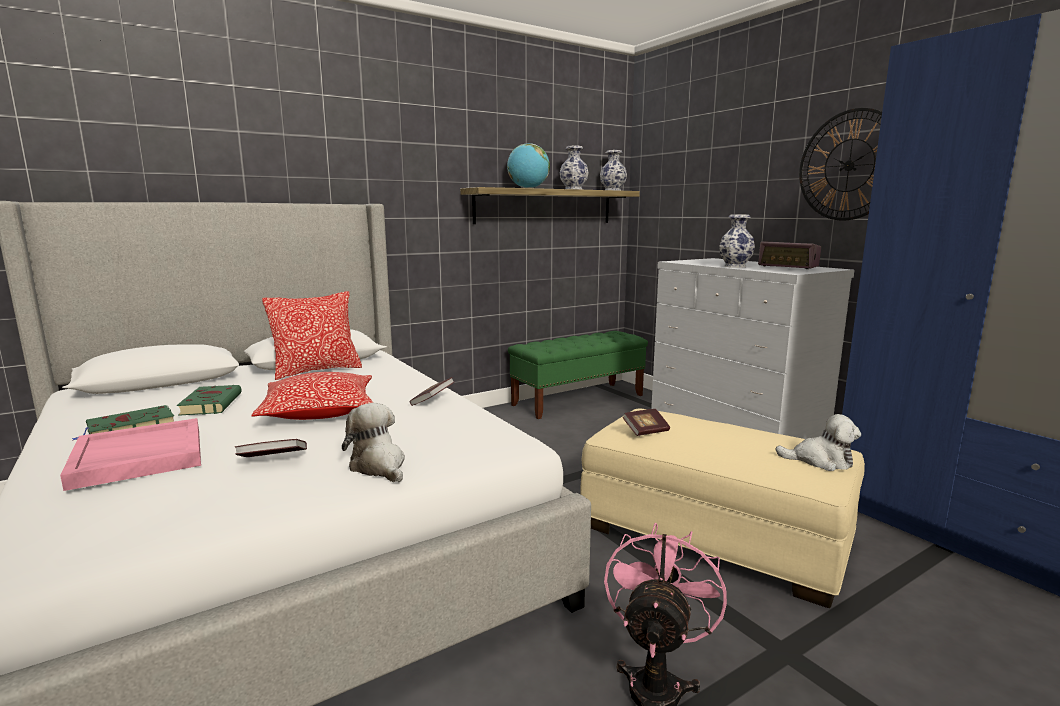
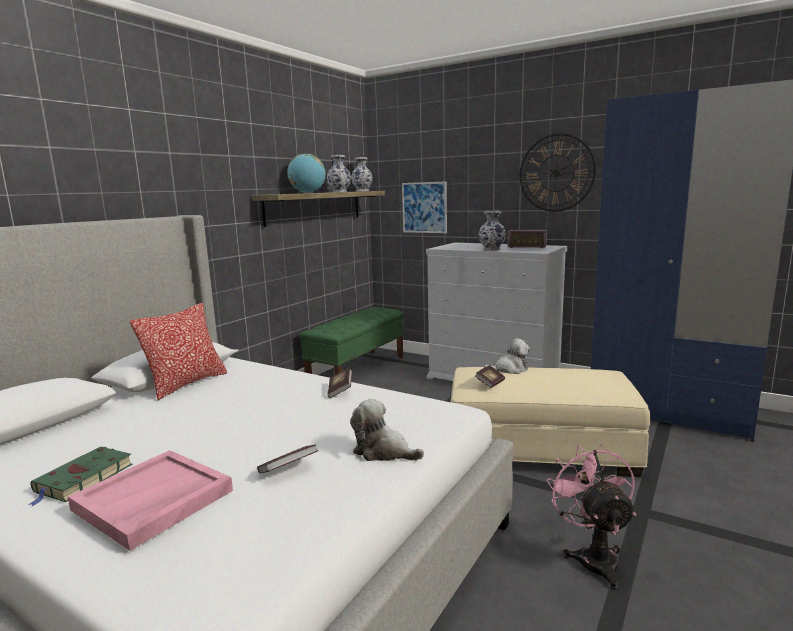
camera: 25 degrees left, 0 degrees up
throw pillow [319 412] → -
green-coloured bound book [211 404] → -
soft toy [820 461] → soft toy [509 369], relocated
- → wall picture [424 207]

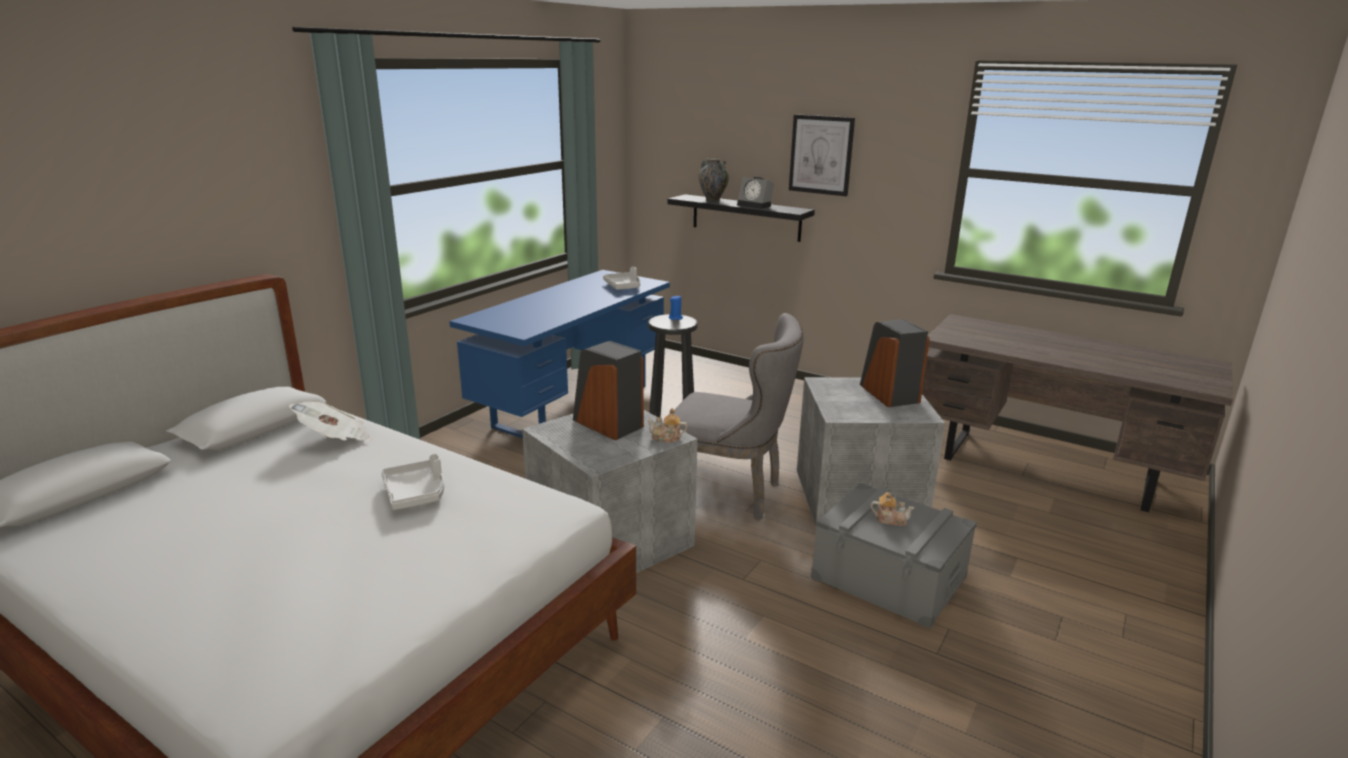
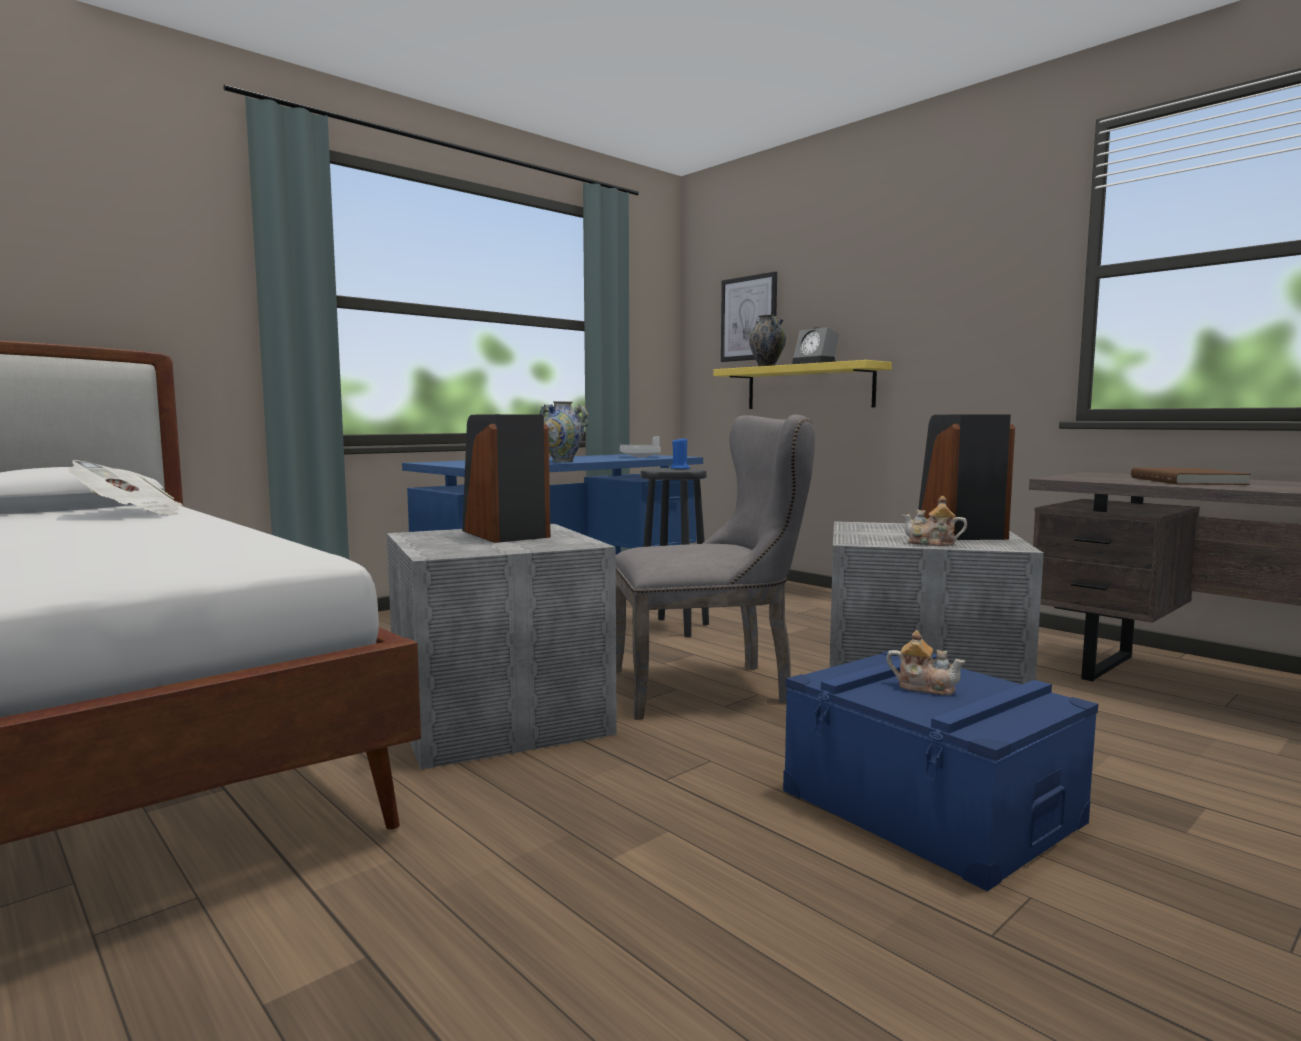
camera: 15 degrees right, 15 degrees down
wall picture [821 155] → wall picture [749 318], relocated
black wall shelf [746 217] → yellow wall shelf [808 387]
greyish plain chair [729 493] → greyish plain chair [711 687], 45 degrees counterclockwise
tea pot [666 438] → tea pot [932 543], relocated
greyish carrying tray [416 493] → -
greyish storage bin [889 577] → bluish storage bin [930 806]
- → flower vase [563 462]
- → brownish bound book [1189 481]

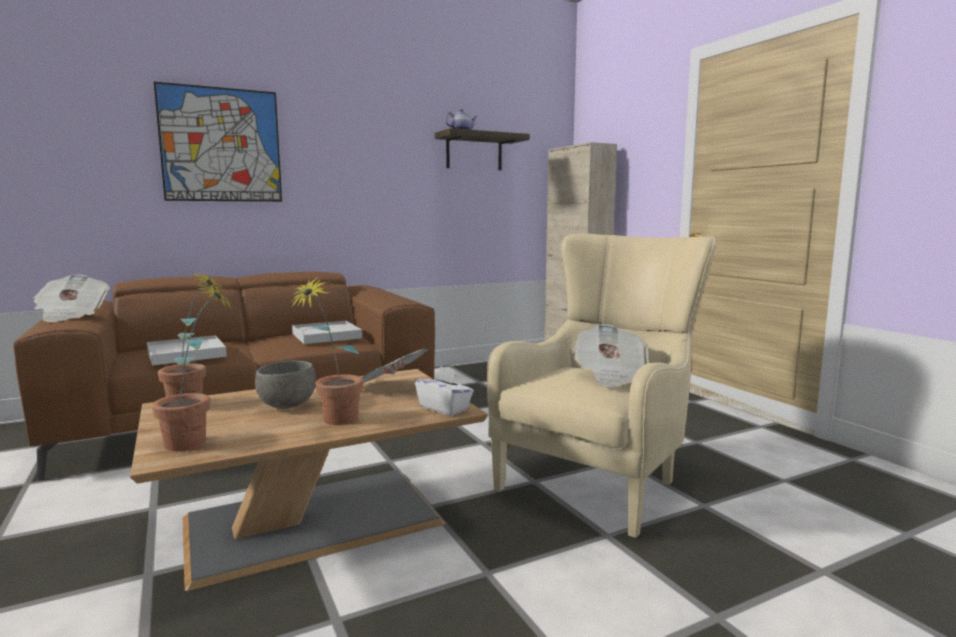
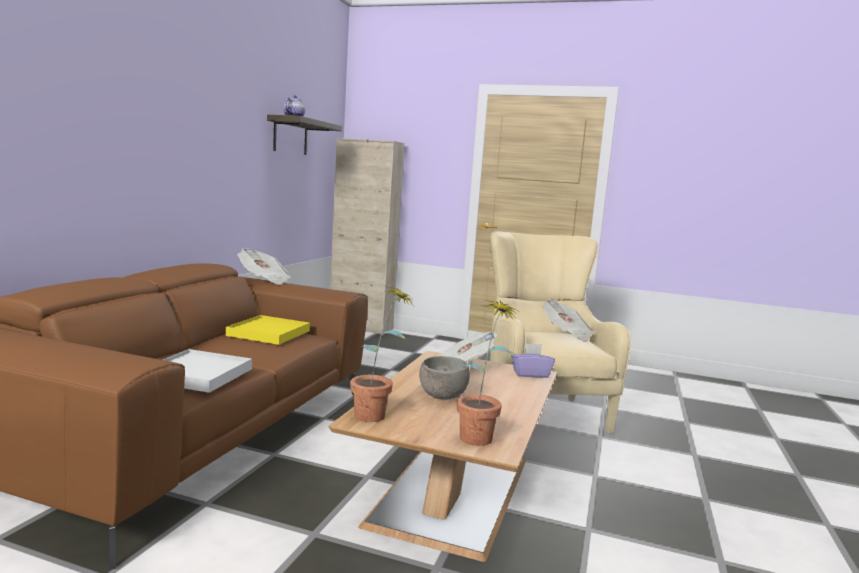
camera: 45 degrees left, 0 degrees up
wall picture [221 145] → -
printed paper [72 316] → printed paper [264 280], relocated
houseplant [332 422] → -
white carrying tray [326 336] → yellow carrying tray [269 333]
white box of tissues [444 408] → purple-coloured box of tissues [530 374]

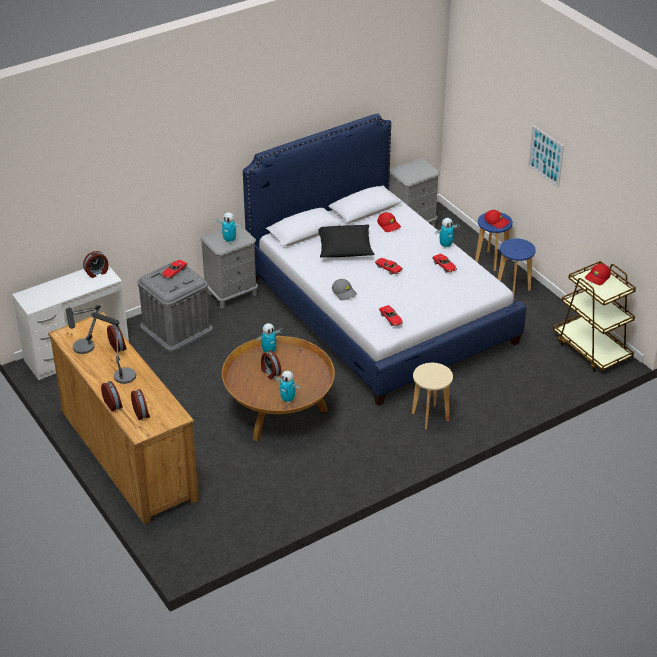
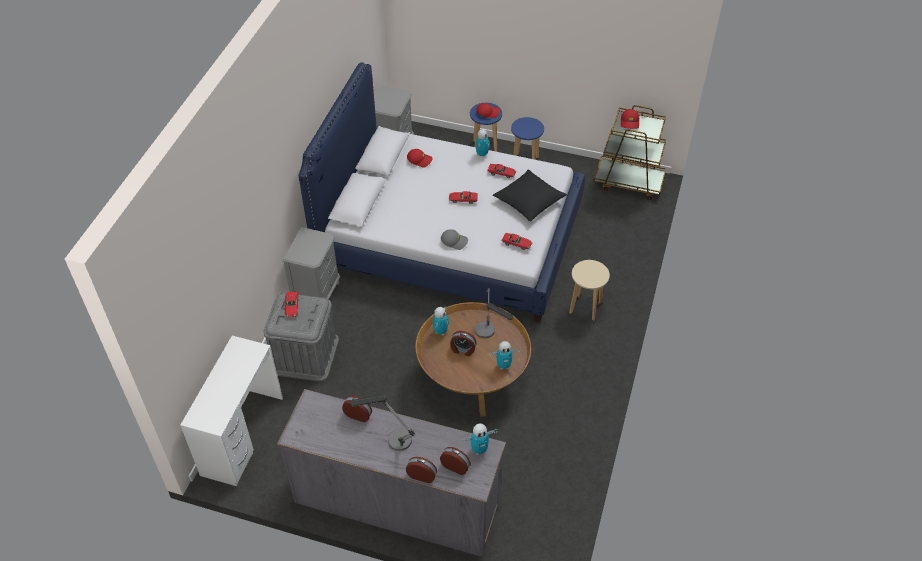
camera: 40 degrees left, 10 degrees up
wall picture [546 156] → -
toy robot [229 240] → toy robot [479 449], relocated
black throw pillow [344 247] → black throw pillow [529 201], relocated
bedside clock [97 272] → -
tabletop lamp [83 351] → tabletop lamp [489 333], relocated
brownish drawer chest [128 454] → greyish drawer chest [397 502]

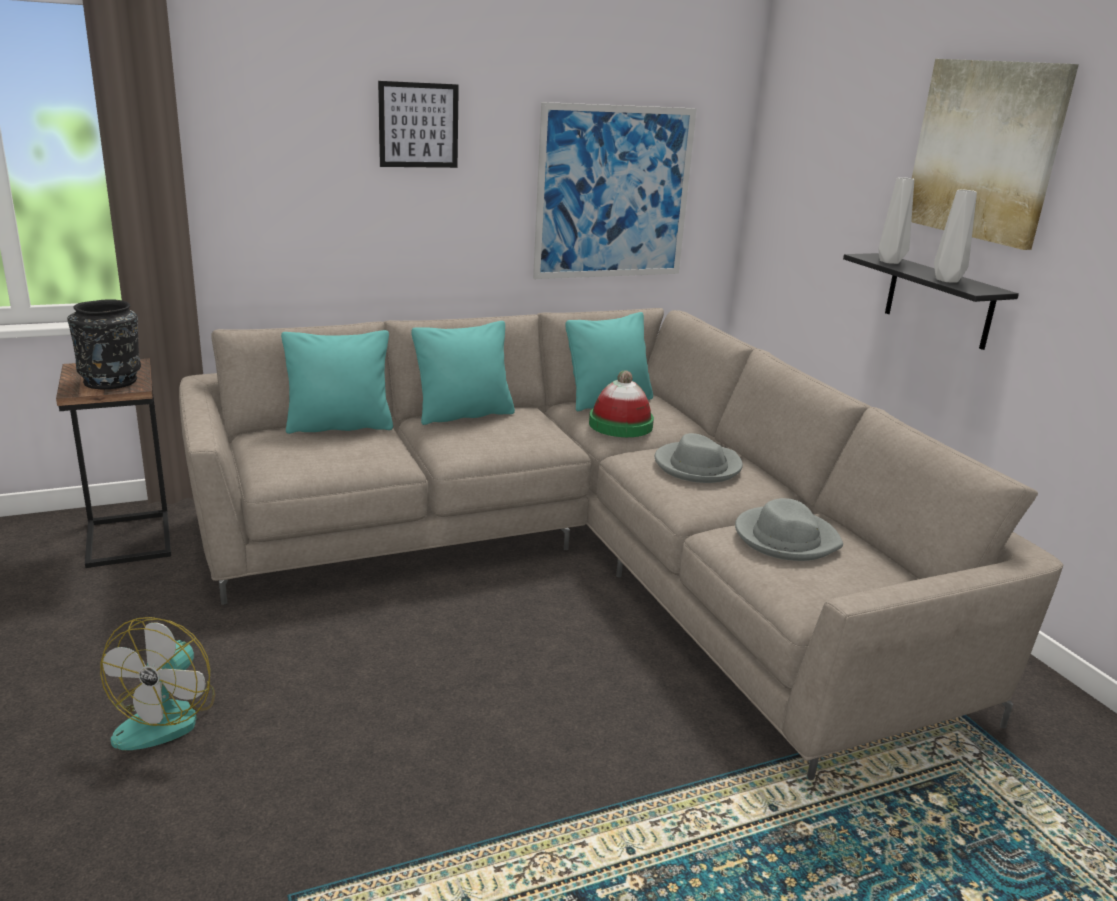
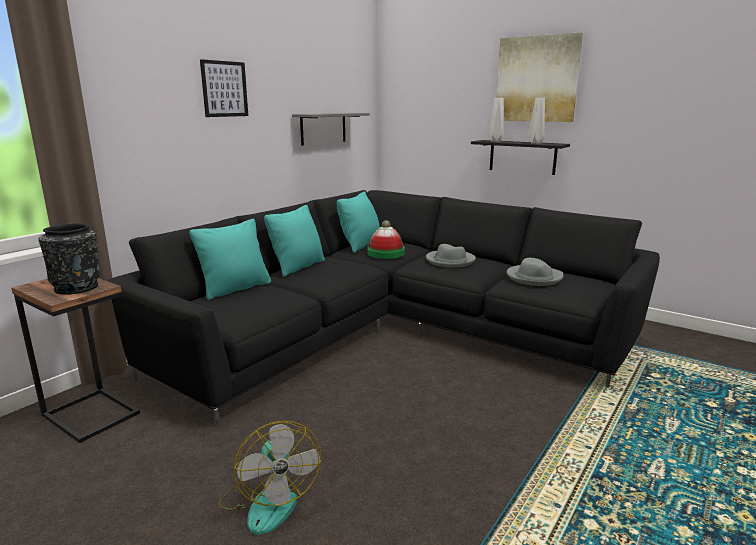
camera: 30 degrees left, 5 degrees down
wall picture [614 193] → greyish wall shelf [323 128]
beige couch [581 557] → black couch [391 333]

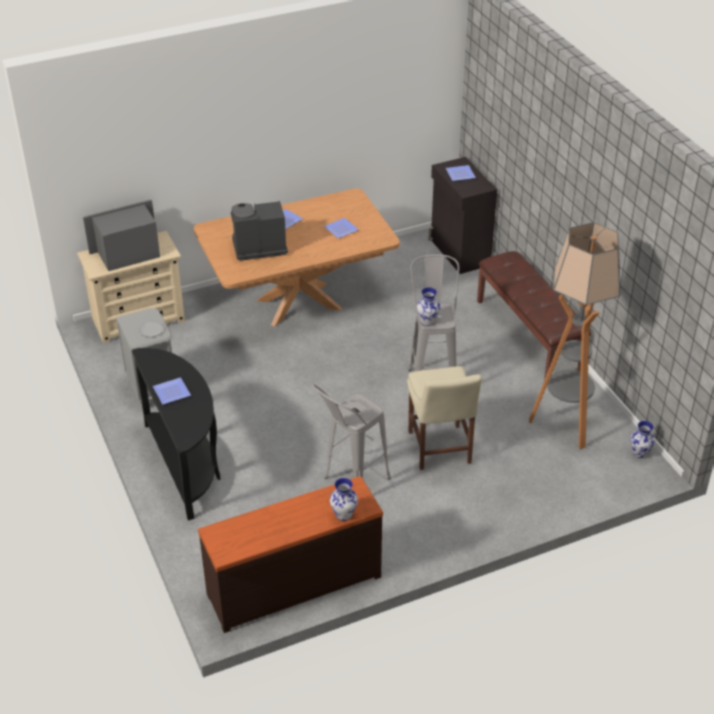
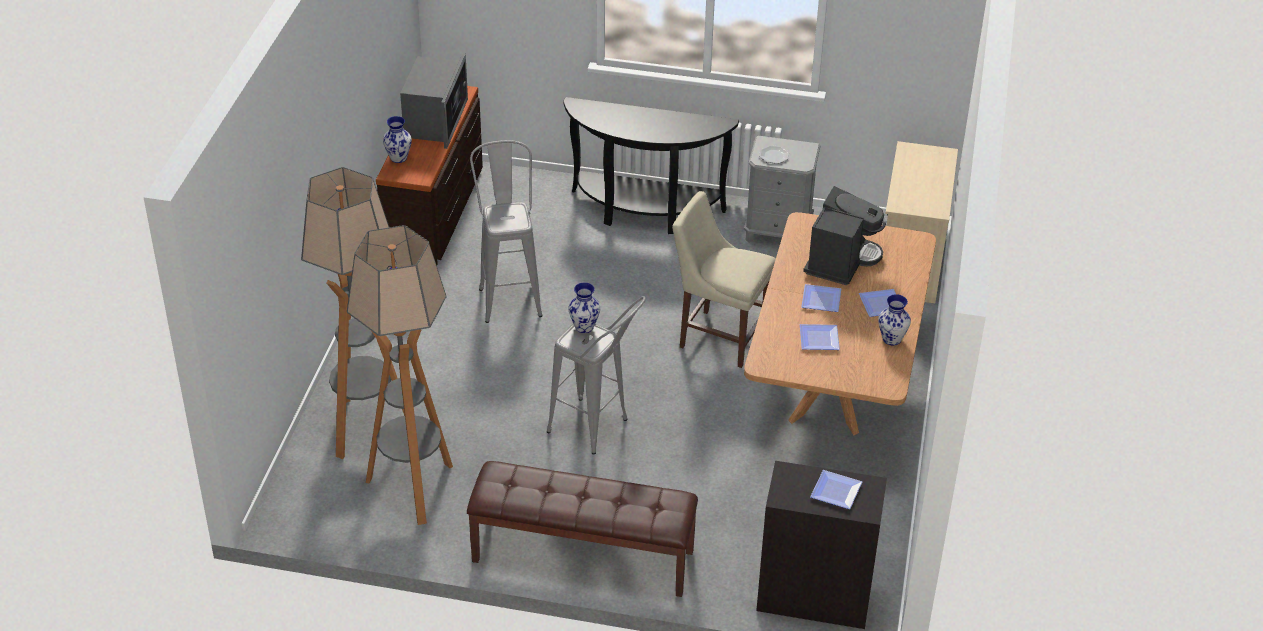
camera: 125 degrees right, 0 degrees up
microwave [128 253] → microwave [435 120], relocated
beige plain chair [439 450] → beige plain chair [718 336], relocated
flat dish [173 392] → flat dish [819 300], relocated
flower vase [640 453] → flower vase [891 339], relocated
- → floor lamp [366 428]

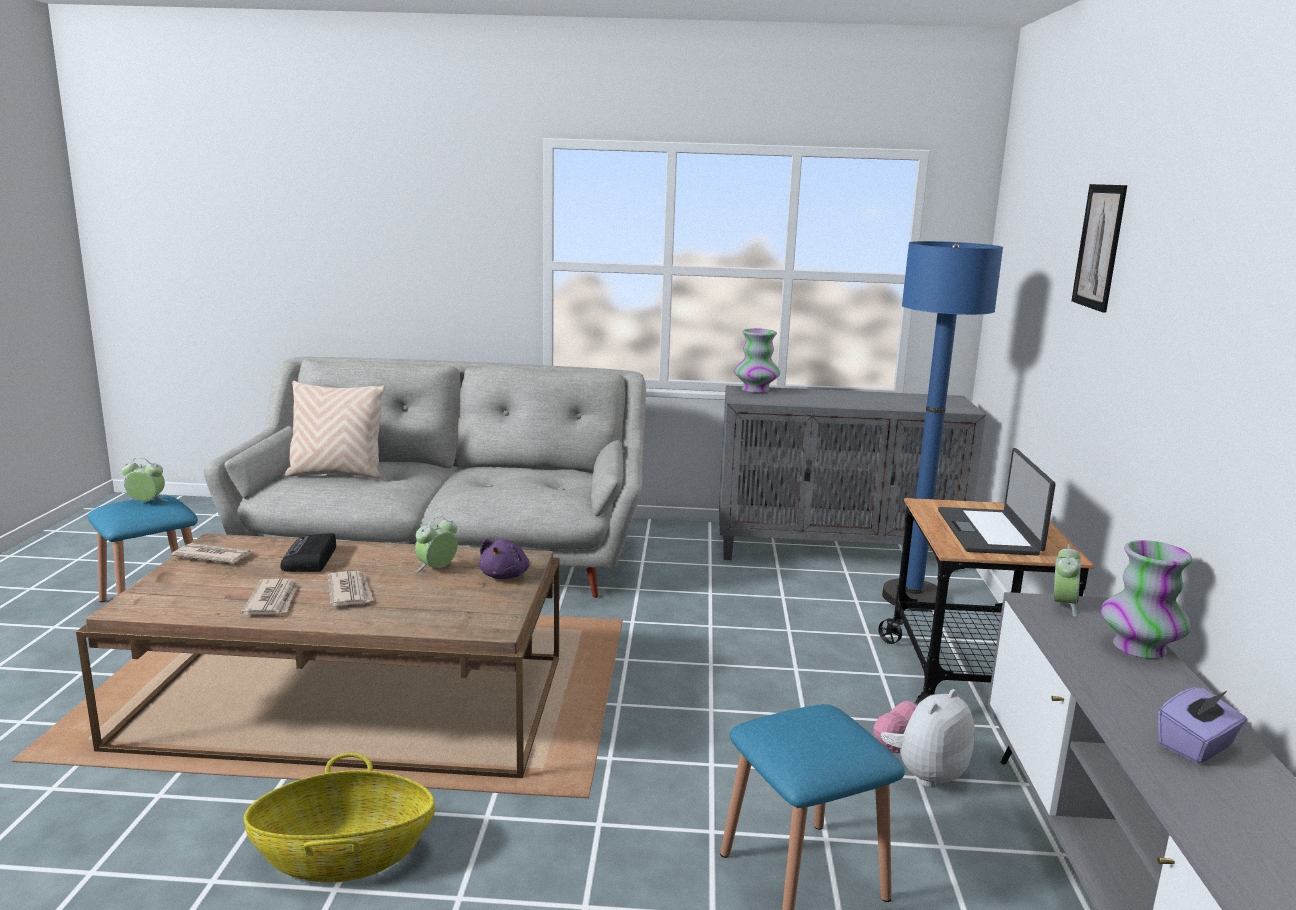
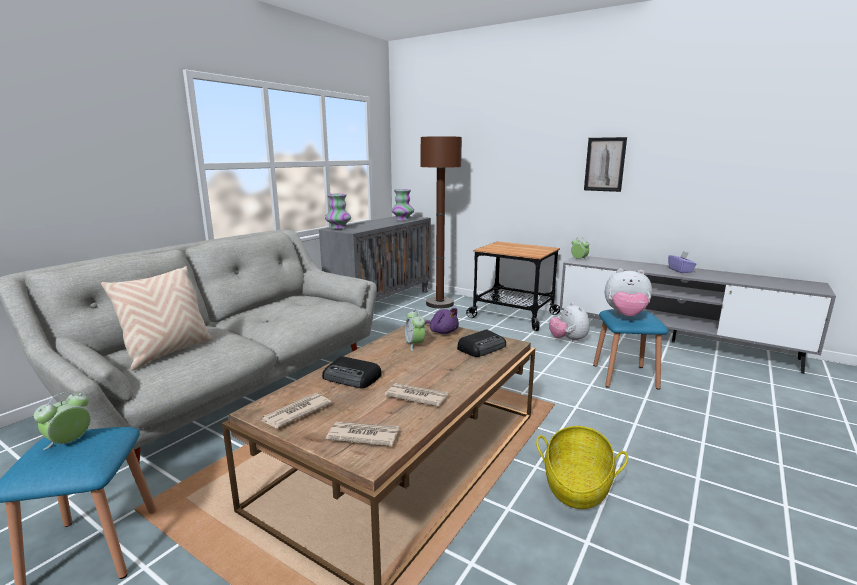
camera: 60 degrees left, 0 degrees up
wall picture [1099 246] → wall picture [604 164], relocated
bluish floor lamp [913 597] → brownish floor lamp [440 304]
laptop [989 532] → -
flower vase [1139 648] → flower vase [402 219], relocated
printed paper [350 592] → printed paper [363 435], relocated
- → soft toy [625 316]
- → radio receiver [482 348]

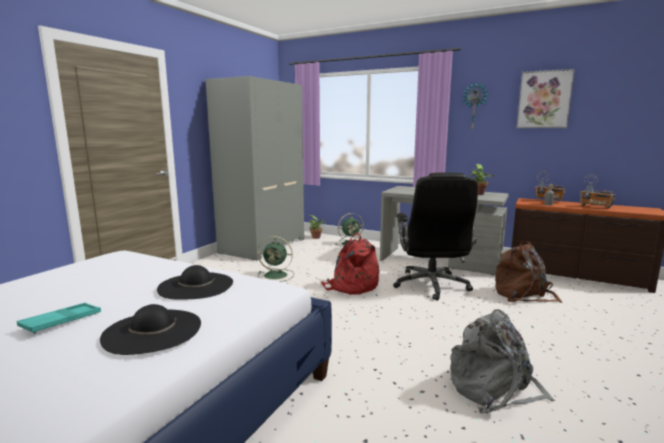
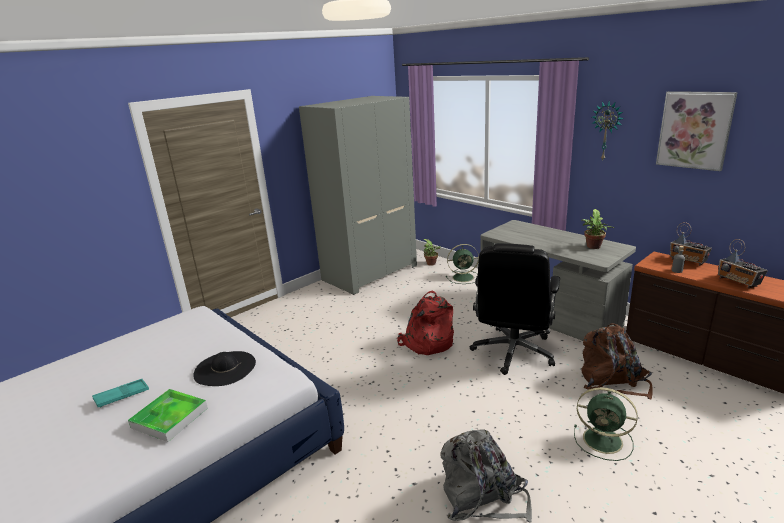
camera: 20 degrees right, 10 degrees up
green-coloured cooling fan [276 275] → green-coloured cooling fan [604 440], relocated
black hat [152 331] → carrying tray [169 418]

